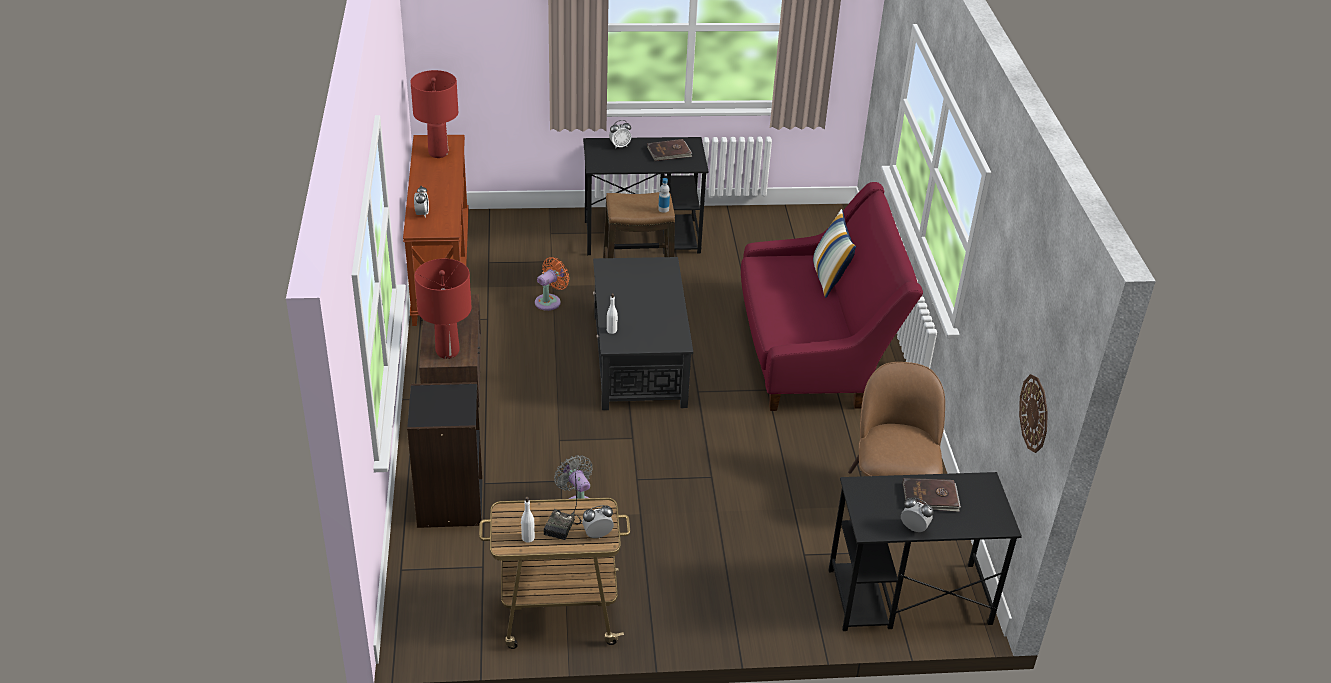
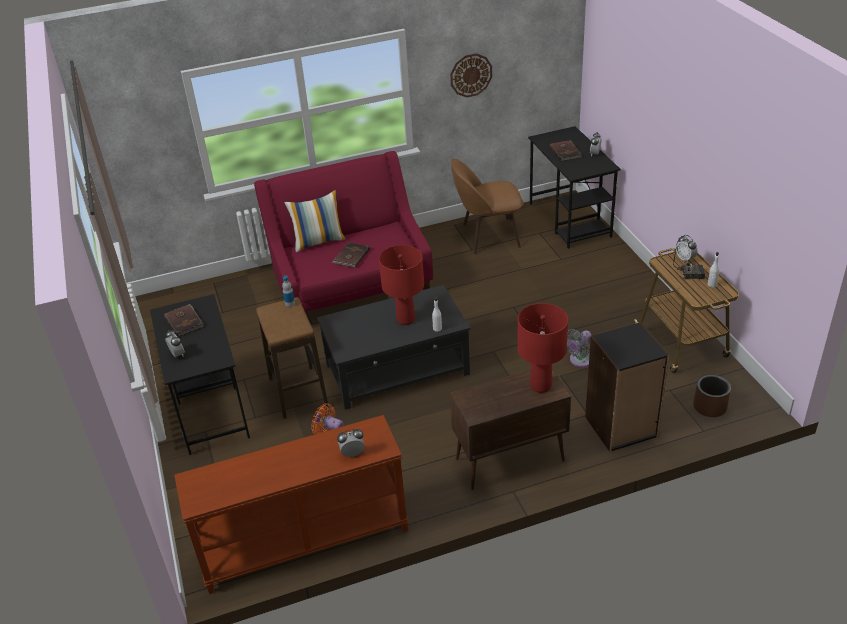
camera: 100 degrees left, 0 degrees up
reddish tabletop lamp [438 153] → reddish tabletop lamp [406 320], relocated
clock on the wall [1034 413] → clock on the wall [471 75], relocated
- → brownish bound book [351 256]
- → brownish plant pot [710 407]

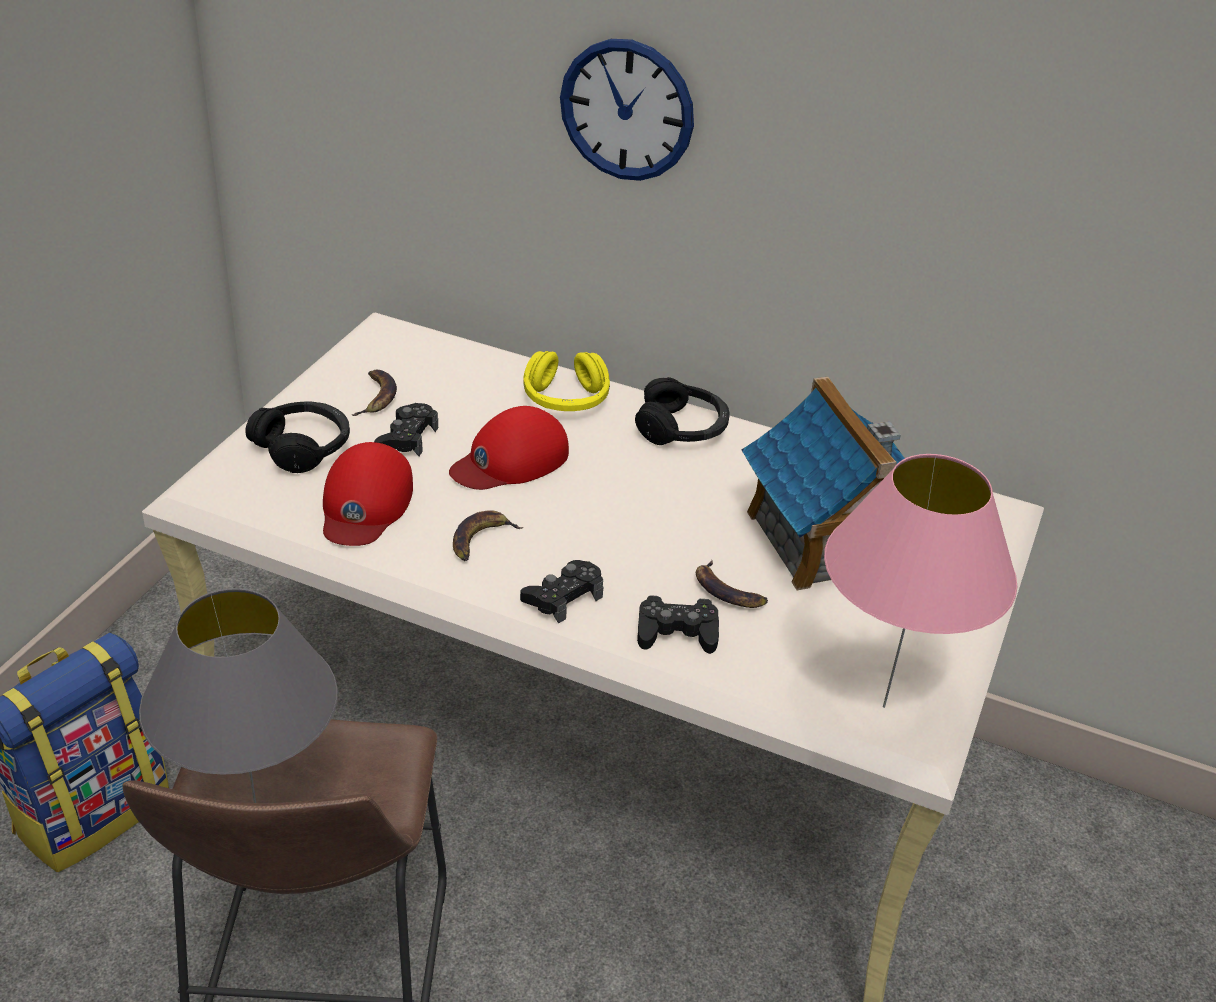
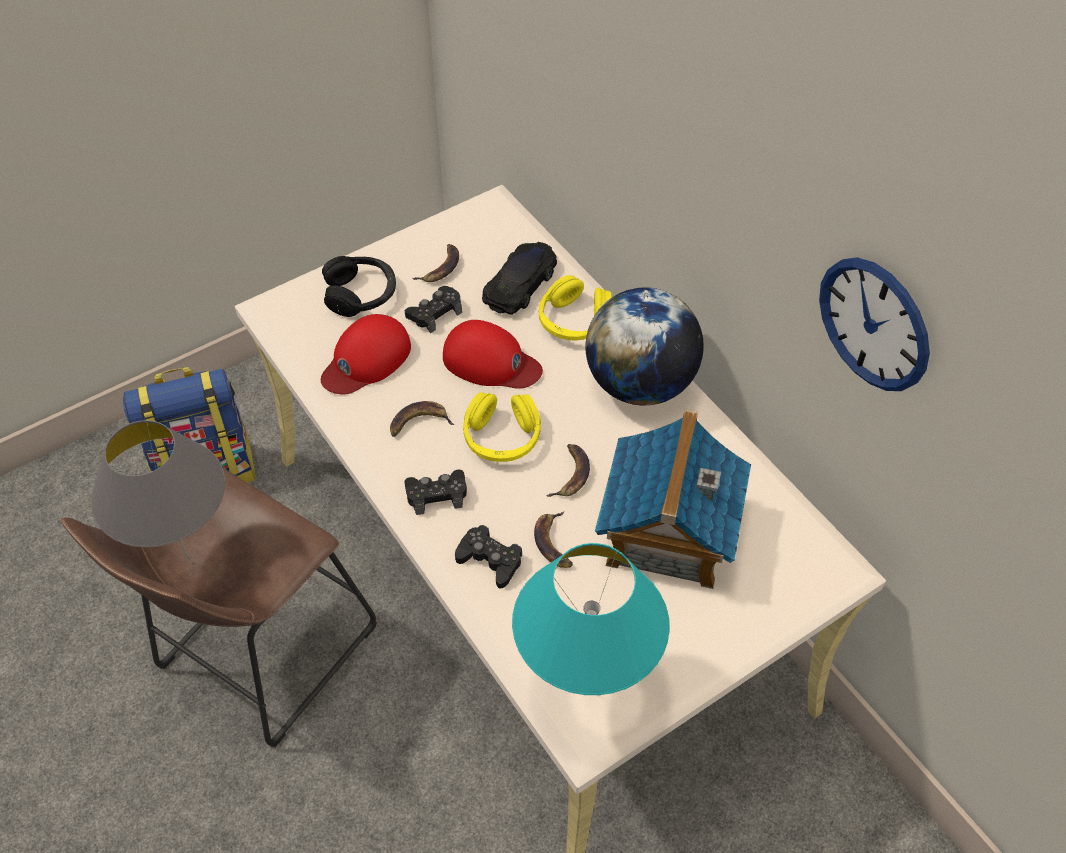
camera: 35 degrees right, 15 degrees up
clock on the wall [627 110] → clock on the wall [874 324], relocated
black pair of headphones [682 428] → globe [640 383]
reddish cap [510 460] → reddish cap [491 362], 150 degrees counterclockwise
pink-coloured tabletop lamp [884 707] → blue-green tabletop lamp [584 692]
- → black toy car [521 283]
- → yellow pair of headphones [502 437]
- → banana fruit [571 474]

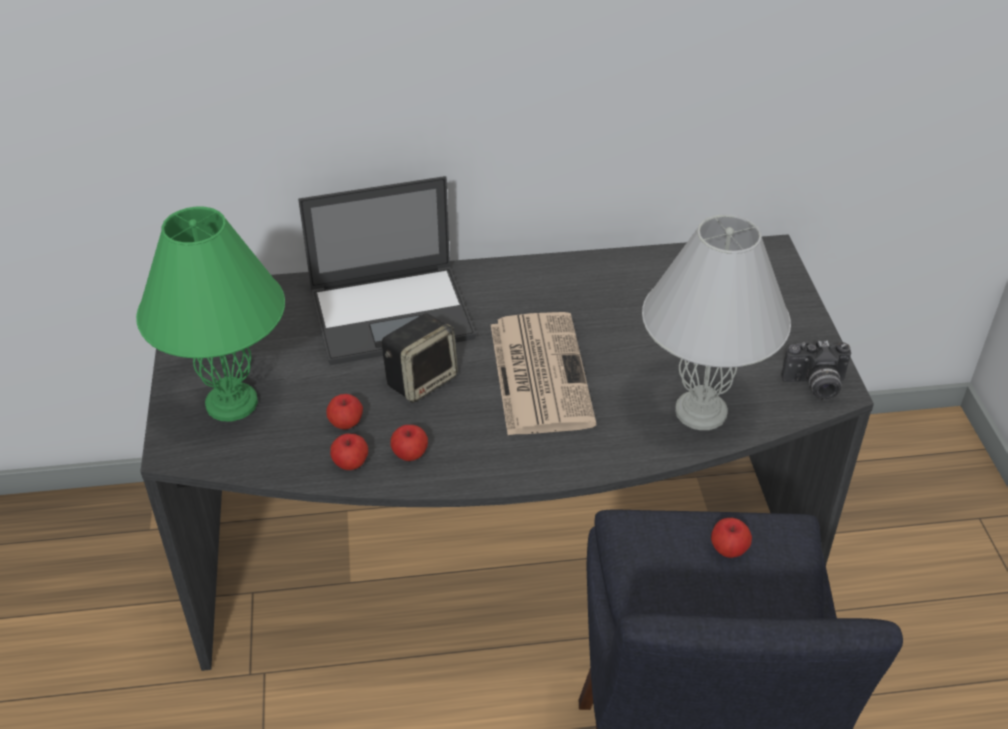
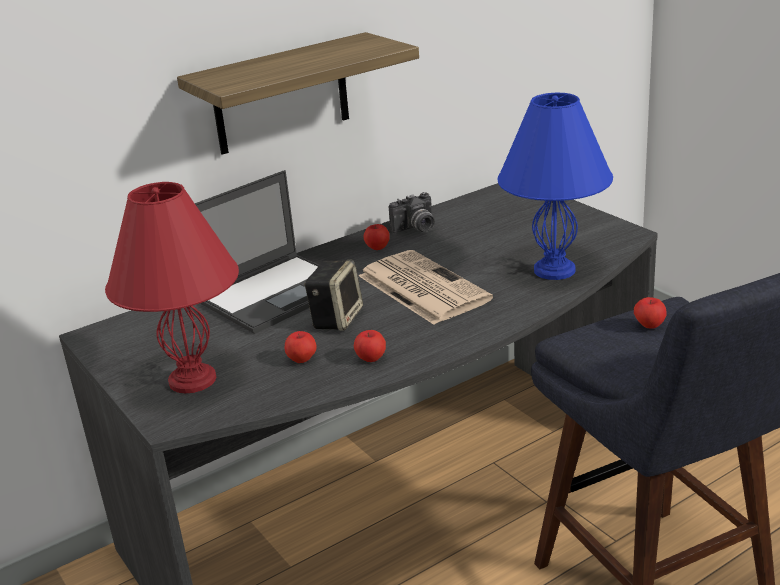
camera: 25 degrees left, 15 degrees down
green-coloured tabletop lamp [233 403] → reddish tabletop lamp [194 379]
white tabletop lamp [701 411] → bluish tabletop lamp [554 270]
photo camera [815 386] → photo camera [416 229], relocated
apple fruit [351 463] → apple fruit [377 247], relocated
- → wall shelf [281 95]

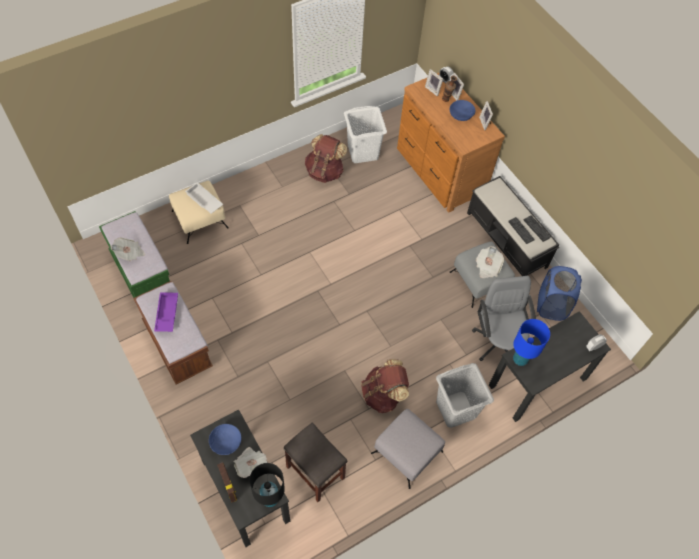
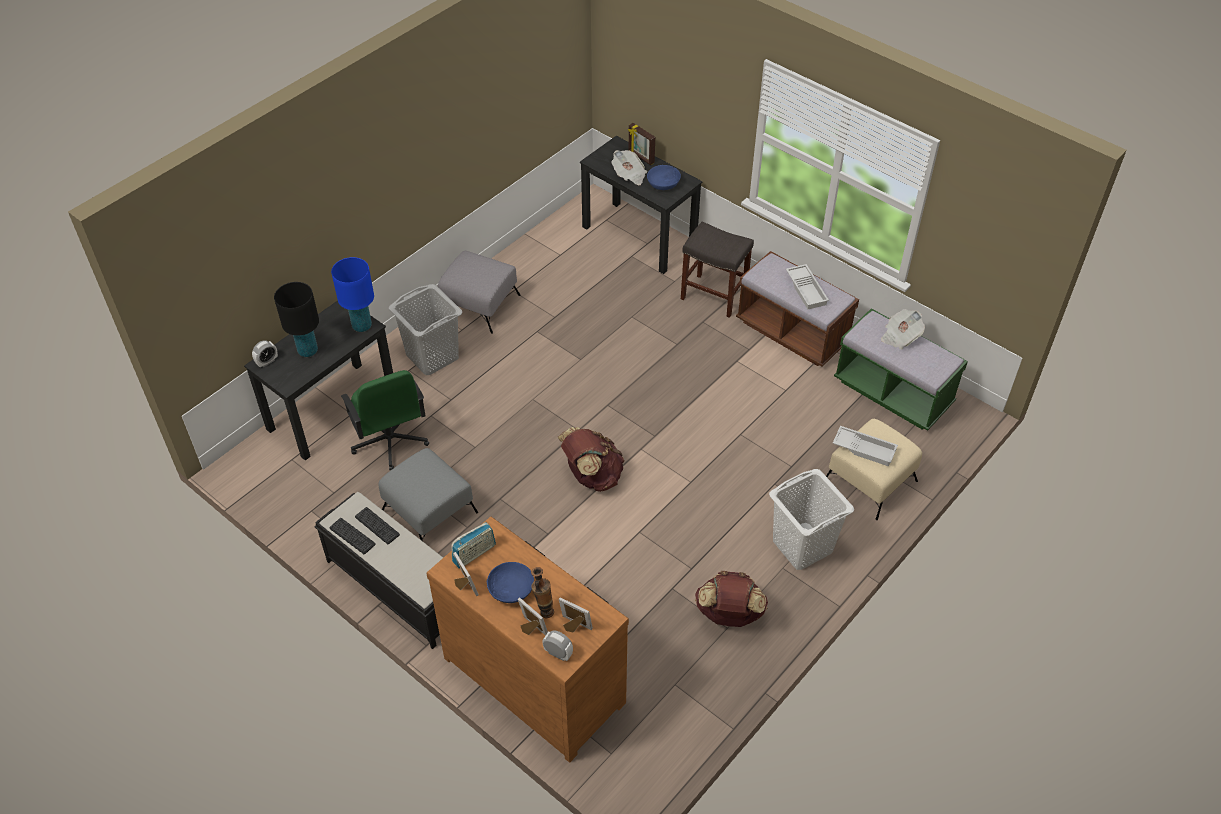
camera: 165 degrees right, 10 degrees down
white hamper [363 152] → white hamper [802 546], relocated
printed paper [487 267] → -
bluish hamper [551 306] → -
greyish office chair [498 341] → green-coloured office chair [390 441]
purple-coloured carrying tray [166 314] → white carrying tray [807 290]
brownish knapsack [383 394] → brownish knapsack [592 476], relocated
greyish sitting stool [316 472] → greyish sitting stool [712 295], relocated
black tabletop lamp [270 498] → black tabletop lamp [308 351], relocated
- → radio receiver [474 554]

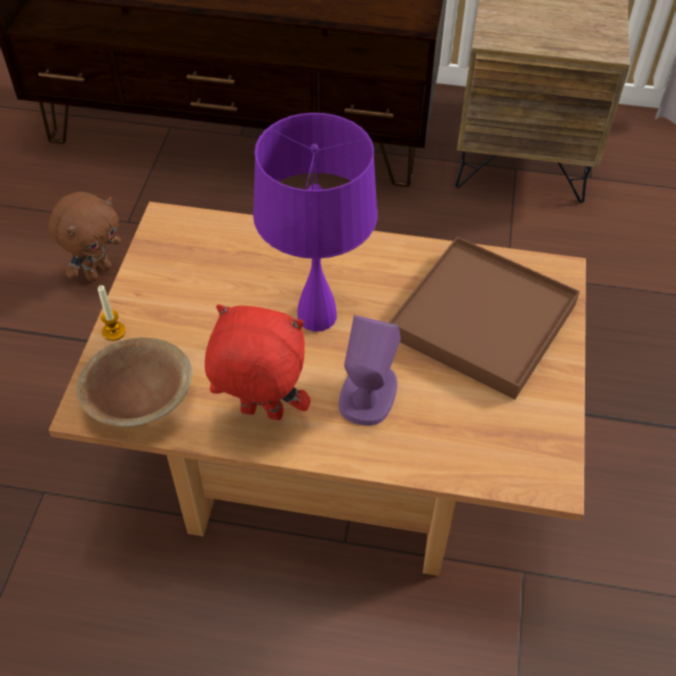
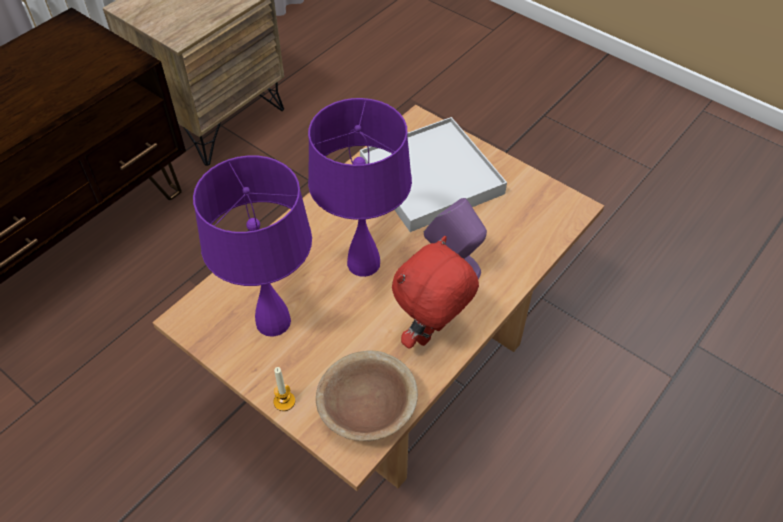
camera: 60 degrees left, 0 degrees up
brownish soft toy [98 271] → -
brownish carrying tray [483 320] → white carrying tray [431 177]
- → purple-coloured tabletop lamp [273 321]

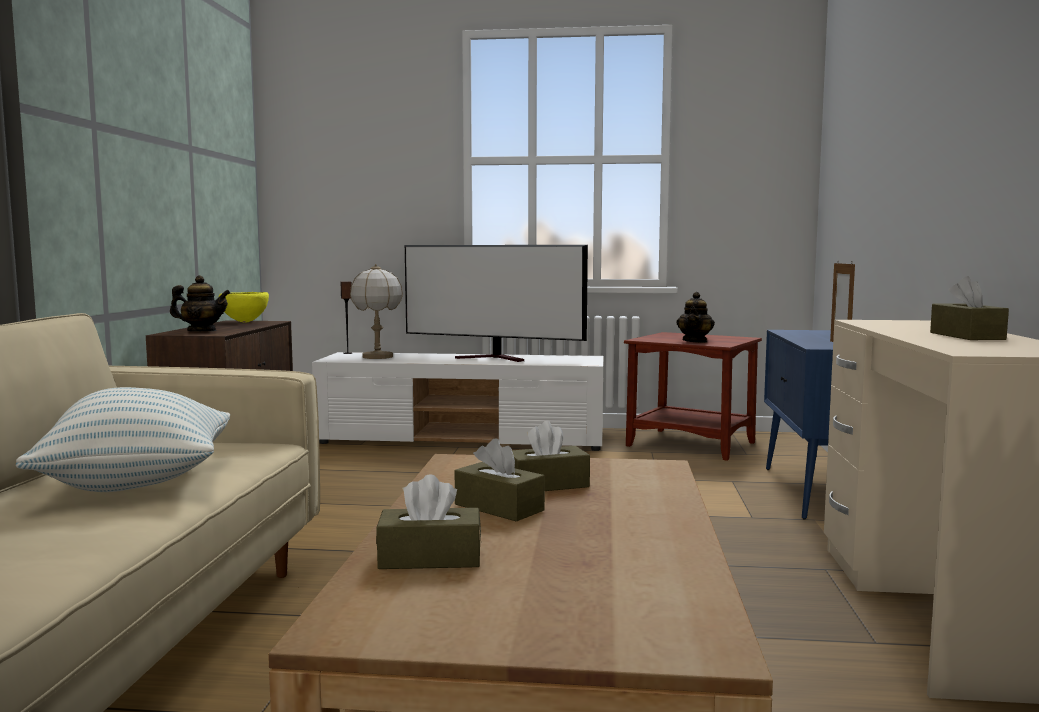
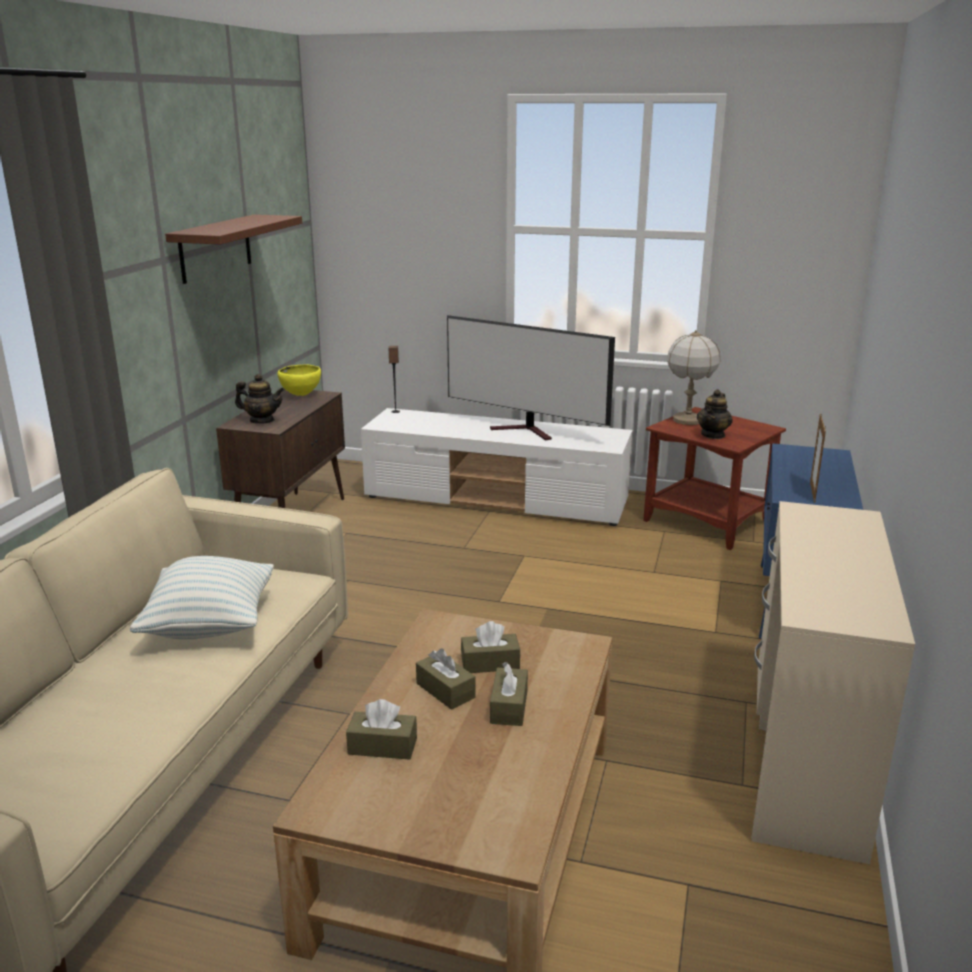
camera: 10 degrees right, 15 degrees up
tabletop lamp [377 357] → tabletop lamp [687 420], relocated
brownish box of tissues [966 336] → brownish box of tissues [509 707], relocated
- → brownish wall shelf [215 248]

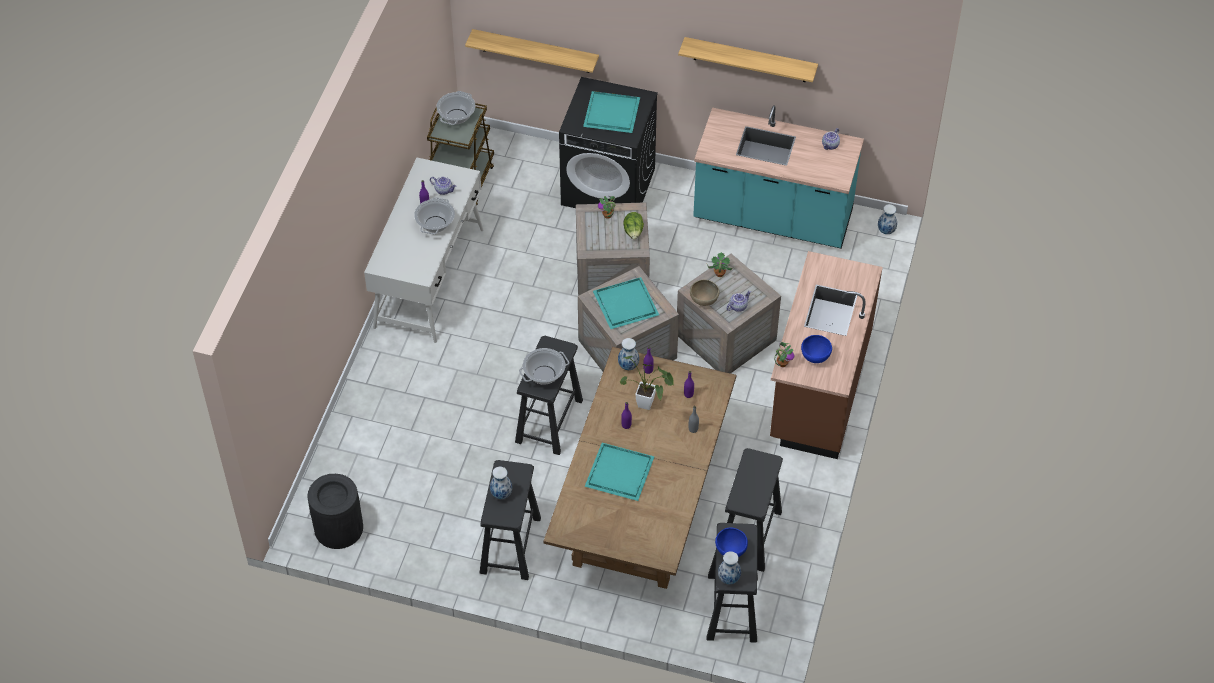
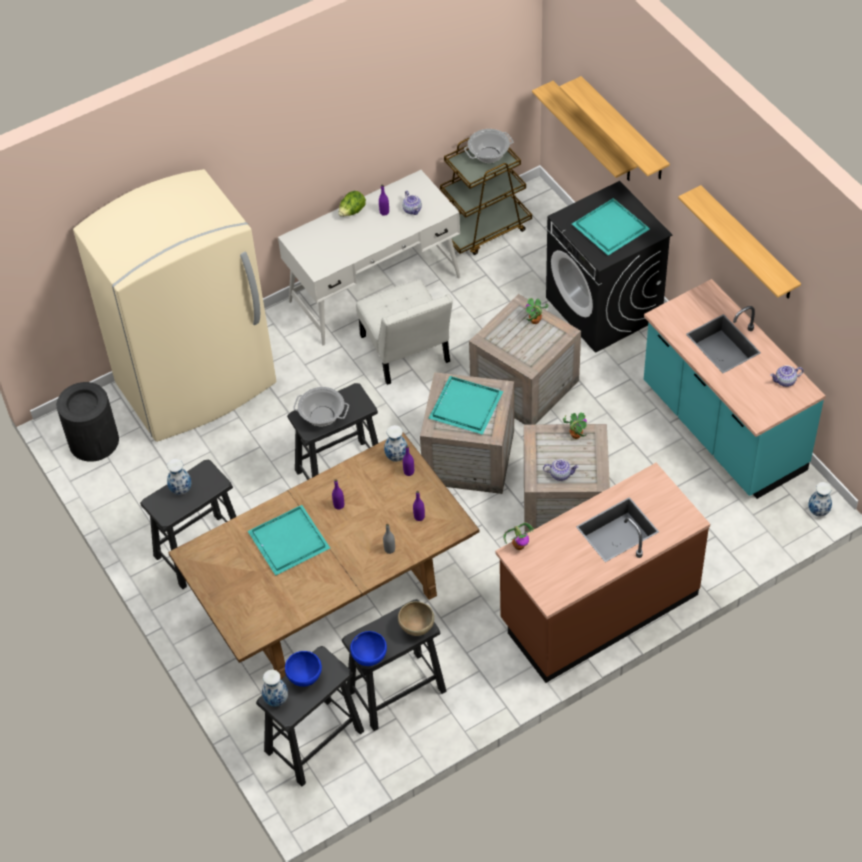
camera: 45 degrees right, 0 degrees up
saucepot [435 224] → -
head of lettuce [633 232] → head of lettuce [352 212], relocated
brownish deep dish [703 301] → brownish deep dish [416 627], relocated
bluish deep dish [815 357] → bluish deep dish [370 657], relocated
houseplant [649 405] → -
- → wall shelf [624 130]
- → beige refrigerator [197 385]
- → white plain chair [406 353]

